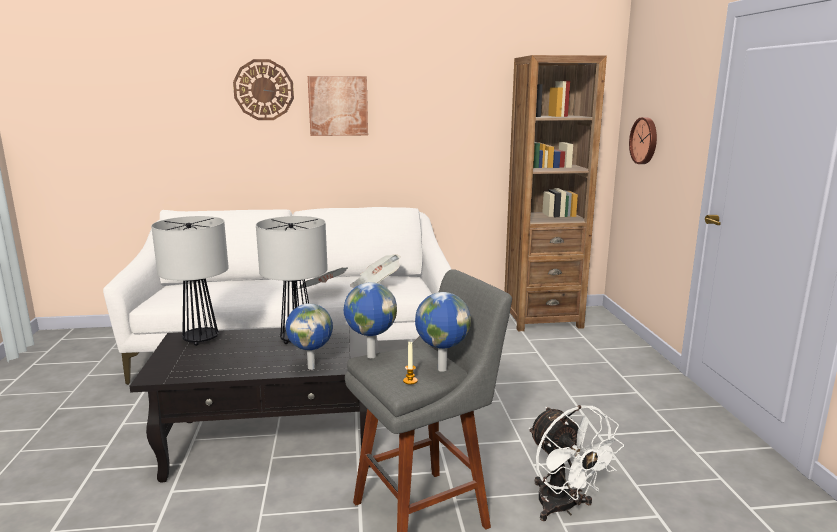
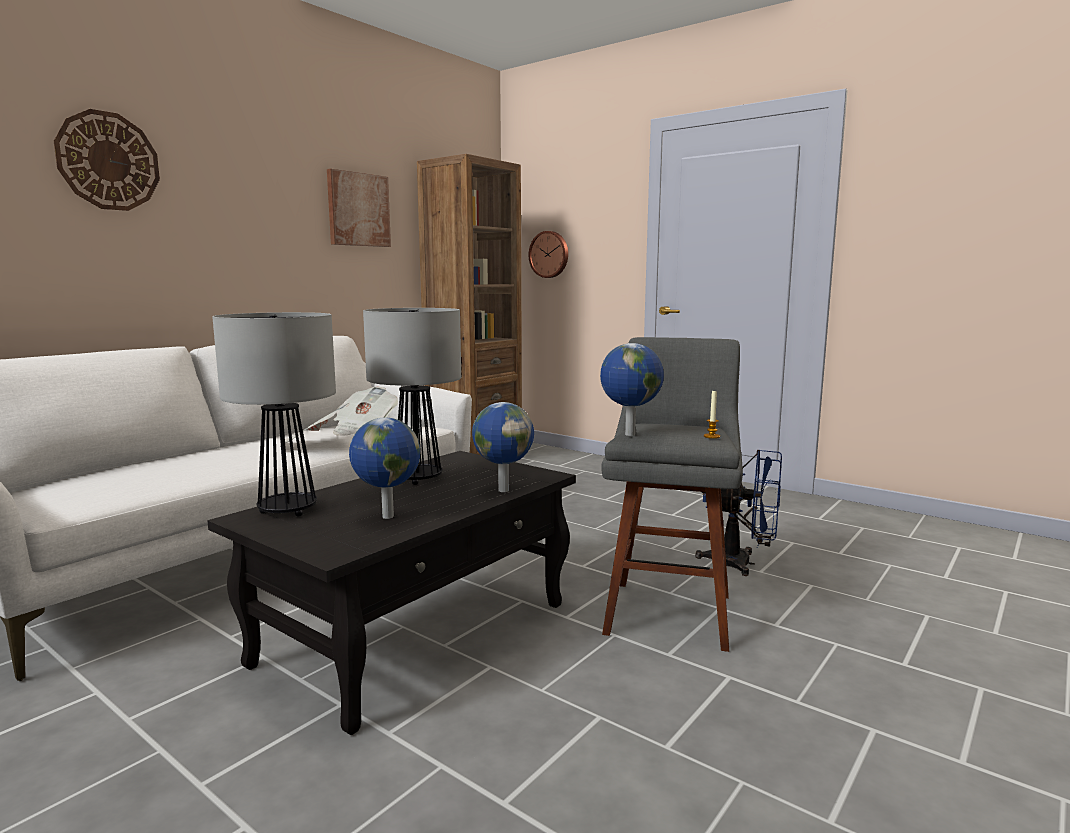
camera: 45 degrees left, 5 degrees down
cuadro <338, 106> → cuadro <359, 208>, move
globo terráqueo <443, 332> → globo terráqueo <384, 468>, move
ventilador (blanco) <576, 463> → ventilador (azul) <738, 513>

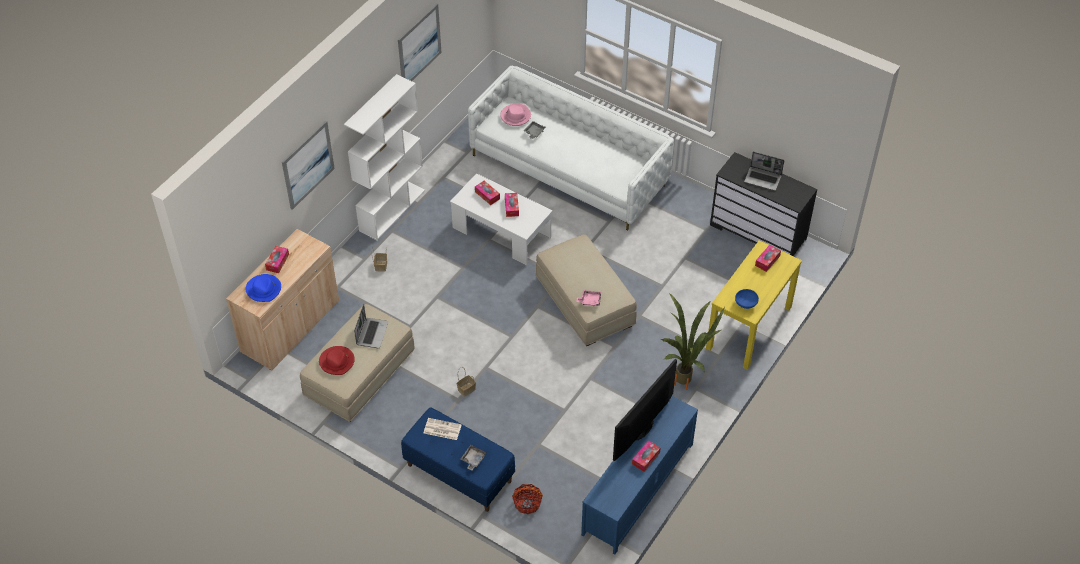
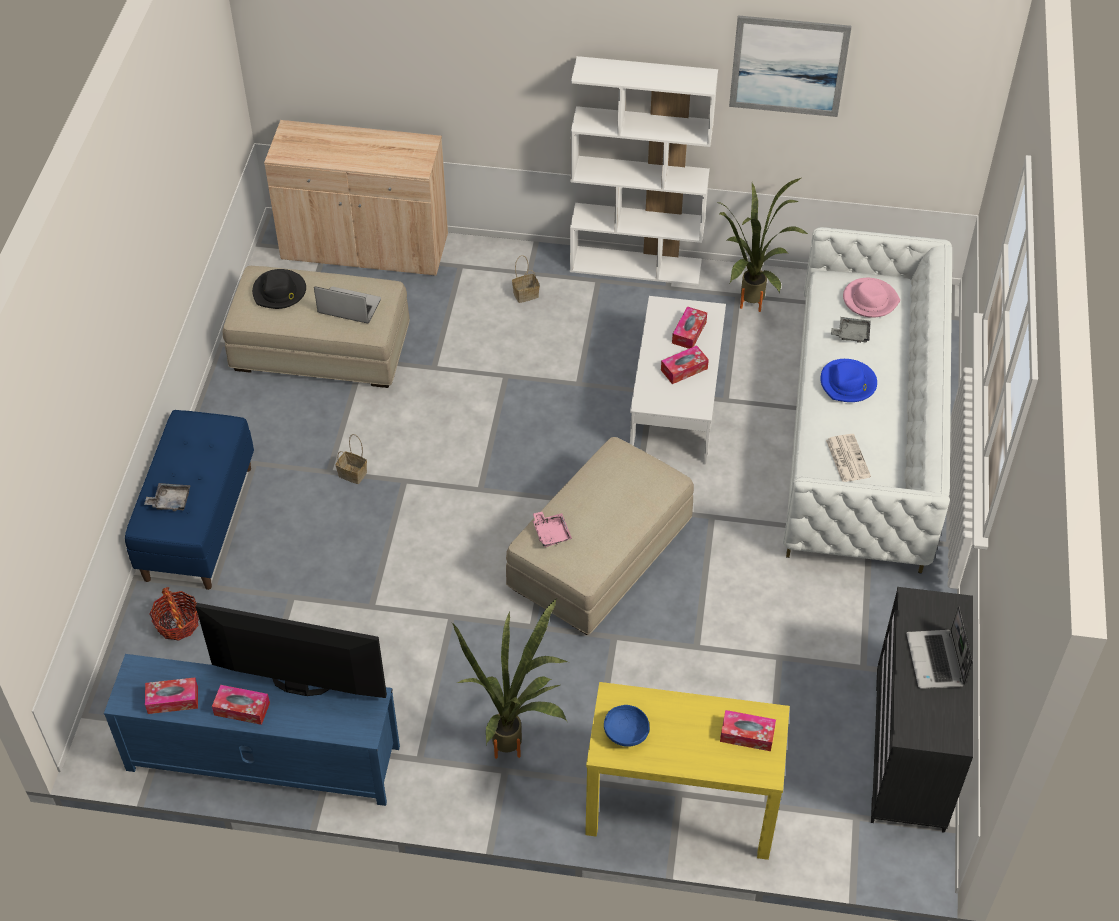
camera: 65 degrees right, 0 degrees up
cuadro <308, 165> → -
caja de pañuelos <277, 259> → caja de pañuelos <171, 695>, move
sombrero (azul) <263, 288> → sombrero (azul) <848, 380>, move
portátil <371, 326> → portátil <347, 304>, 150 degrees counterclockwise
sombrero (rojo) <337, 360> → sombrero (negro) <279, 289>
periódico <443, 429> → periódico <848, 458>, move
- → planta en maceta <762, 245>

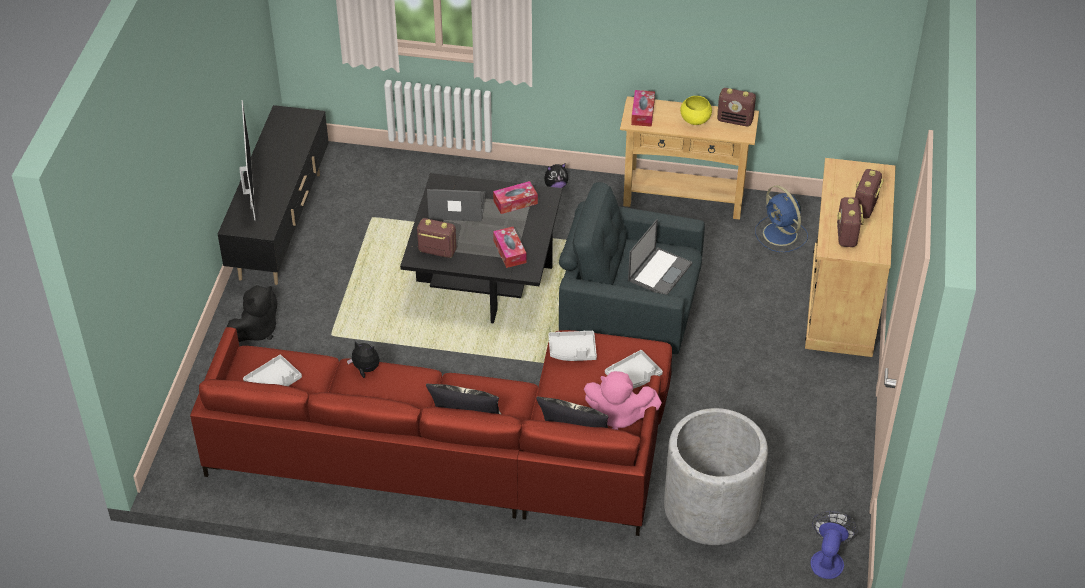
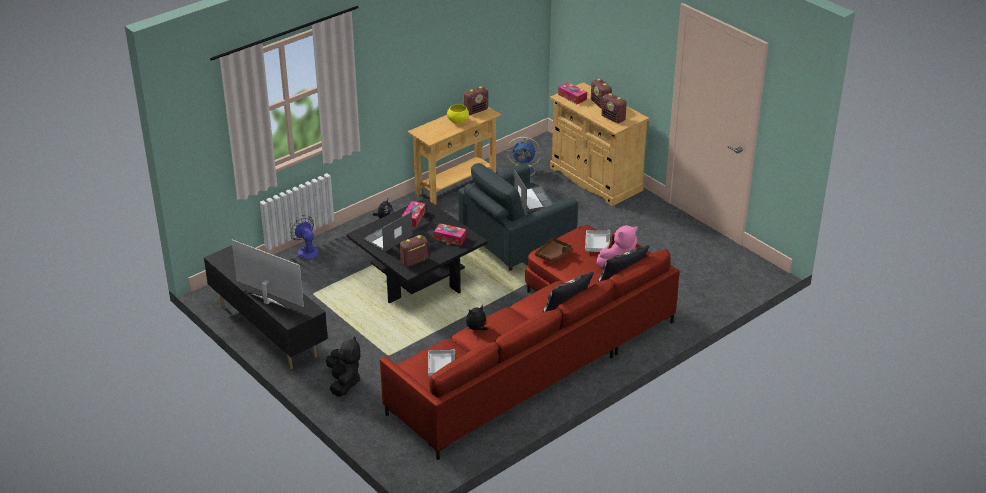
camera: 50 degrees left, 10 degrees down
caja de pañuelos <643, 108> → caja de pañuelos <572, 93>, move
bandeja (gris) <572, 345> → bandeja (marrón) <554, 250>
maceta (gris) <716, 476> → -
ventilador <834, 544> → ventilador <304, 237>, move

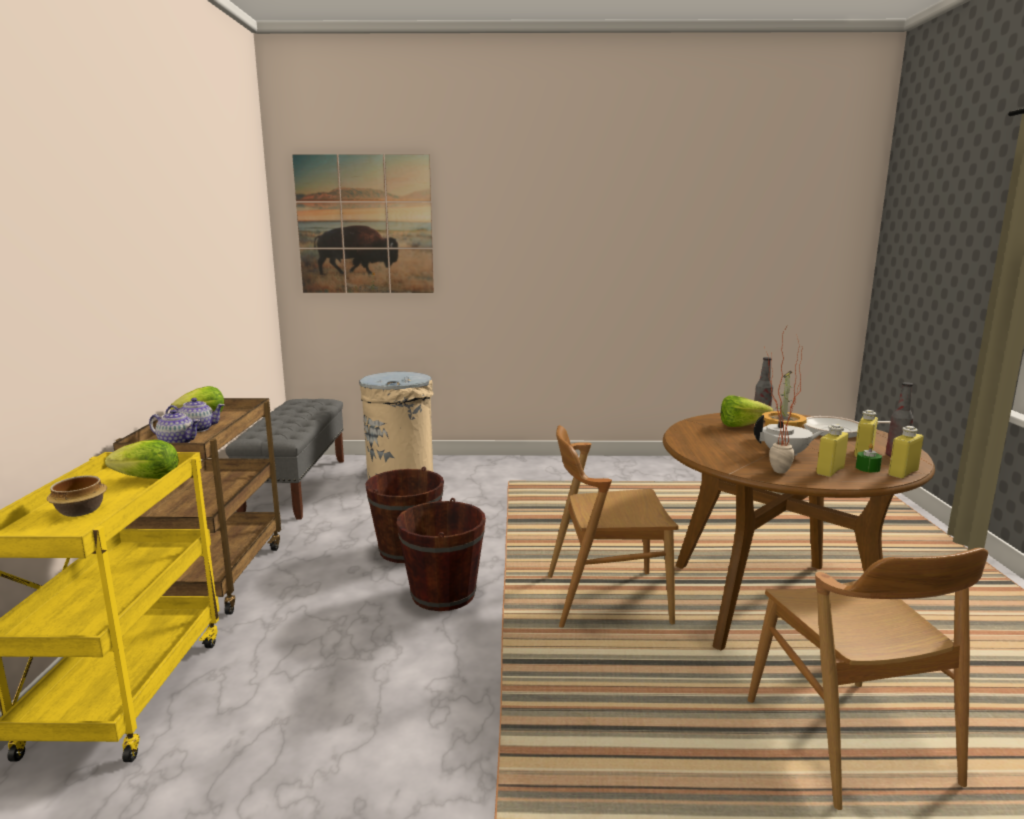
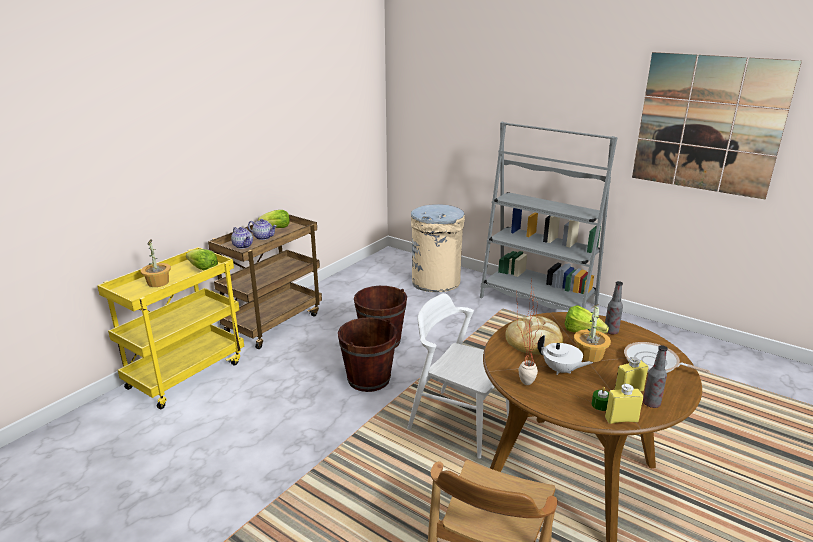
camera: 35 degrees right, 10 degrees up
cuadro <363, 223> → cuadro <717, 125>, move
banco (gris) <284, 459> → -
botella (amarillo) <832, 450> → -
silla (marrón) <613, 526> → silla (blanco) <458, 375>
cuenco <77, 496> → planta en maceta <156, 263>
- → estantería (gris) <548, 216>
- → pan <534, 335>

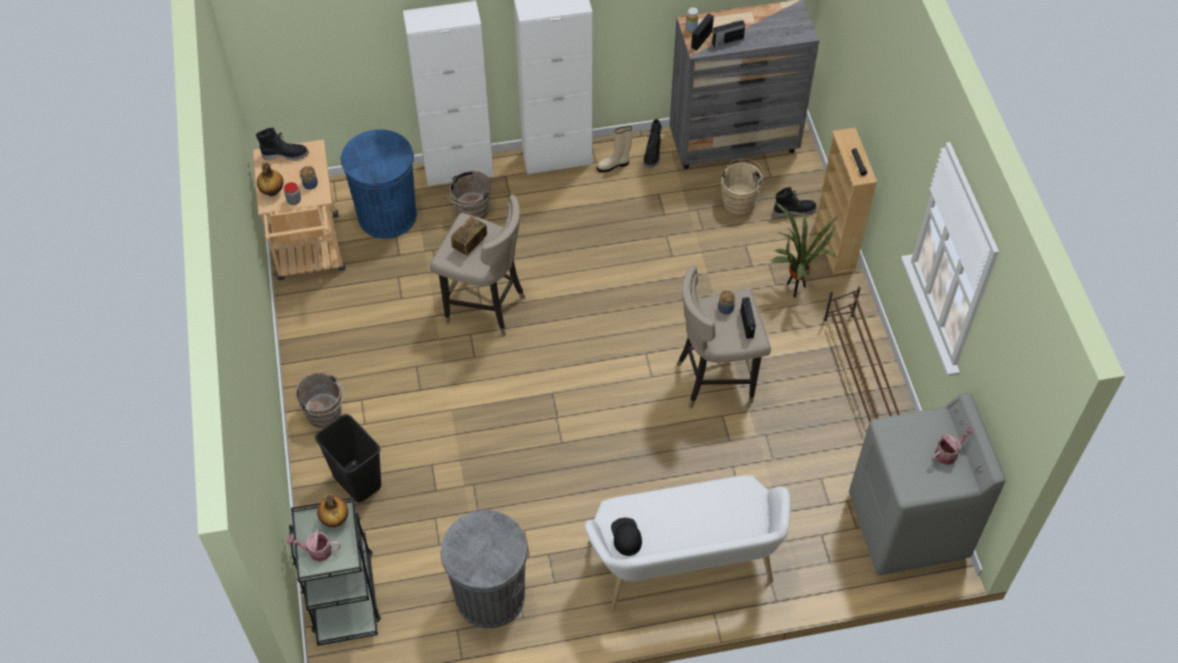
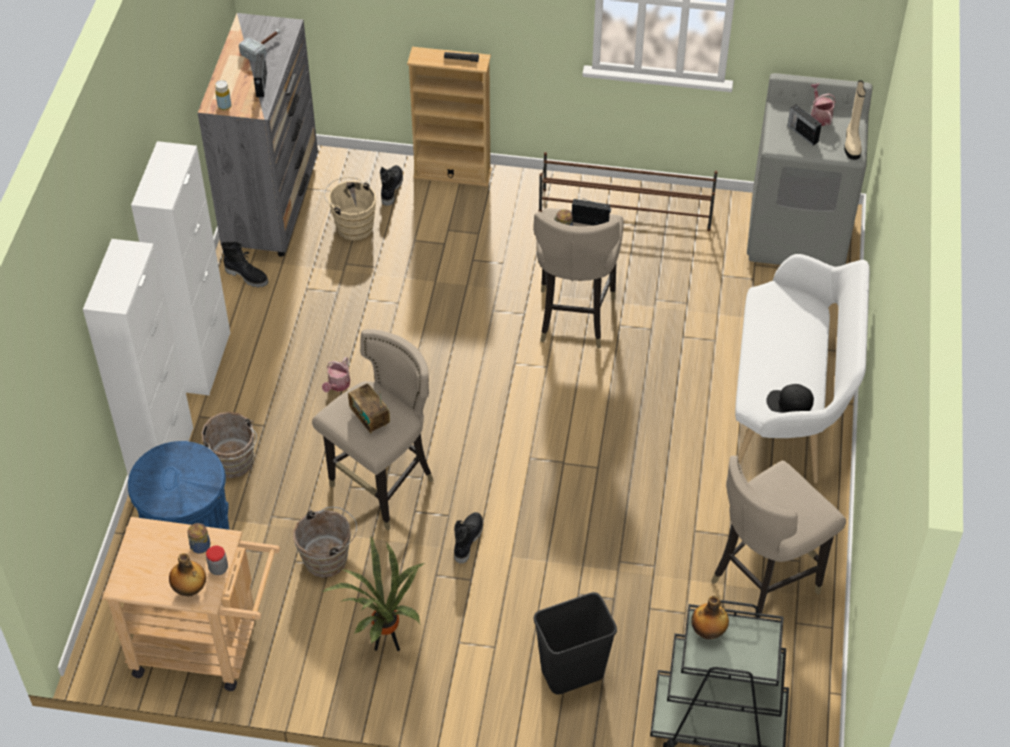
camera: 70 degrees left, 5 degrees down
radio <702, 32> → radio <804, 125>, move
bota (beis) <614, 149> → bota (beis) <855, 120>, move
bota (negro) <282, 144> → bota (negro) <468, 538>, move
planta en maceta <803, 250> → planta en maceta <373, 594>, move
cubo (marrón) <320, 400> → cubo (marrón) <325, 542>, move
papelera (gris) <484, 569> → taburete (beis) <778, 537>
regadera <314, 545> → regadera <336, 374>, move
- → martillo <259, 46>

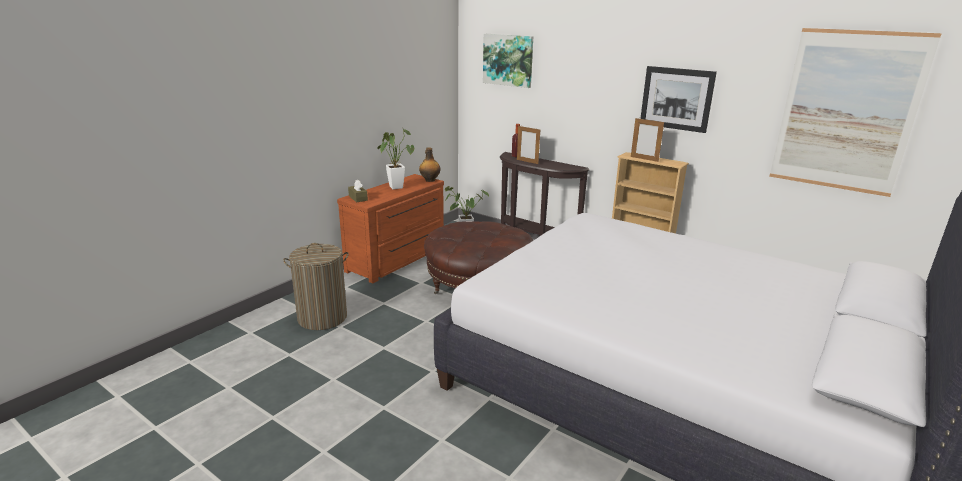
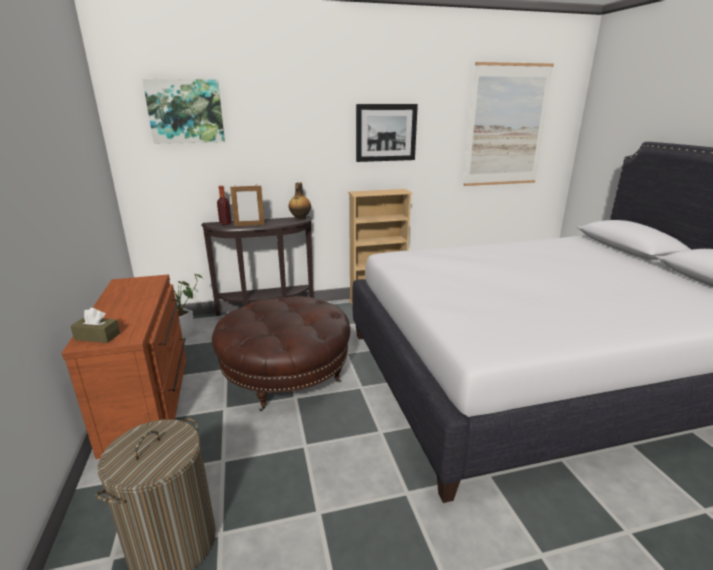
camera: 50 degrees left, 0 degrees up
portarretratos <647, 139> → -
planta en maceta <395, 159> → -
botella <429, 164> → botella <300, 201>, move

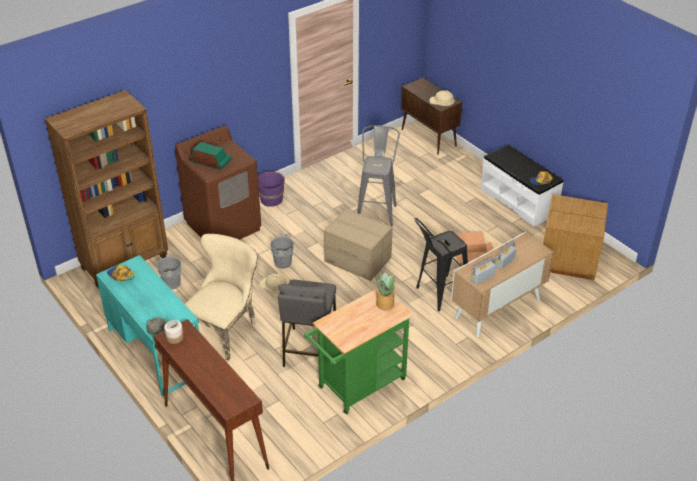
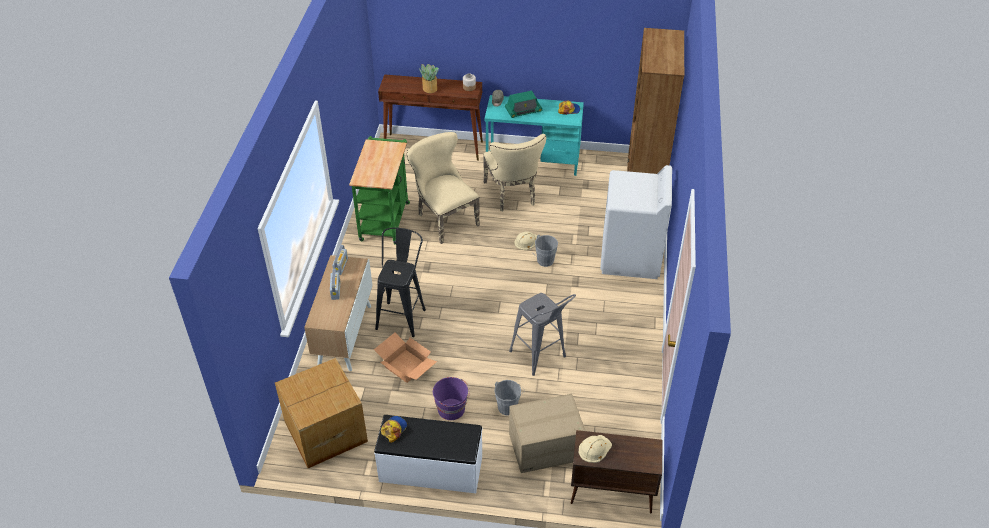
camera: 135 degrees right, 5 degrees up
lavadora (marrón) <218, 183> → lavadora (blanco) <636, 222>
radio <210, 156> → radio <523, 104>, move
cubo (morado) <271, 189> → cubo (morado) <451, 398>, move
caja de cartón <358, 245> → caja de cartón <547, 433>, move
cubo (gris) <167, 271> → cubo (gris) <509, 398>, move
planta en maceta <385, 291> → planta en maceta <429, 78>, move
taburete (gris) <307, 323> → silla (beis) <443, 188>

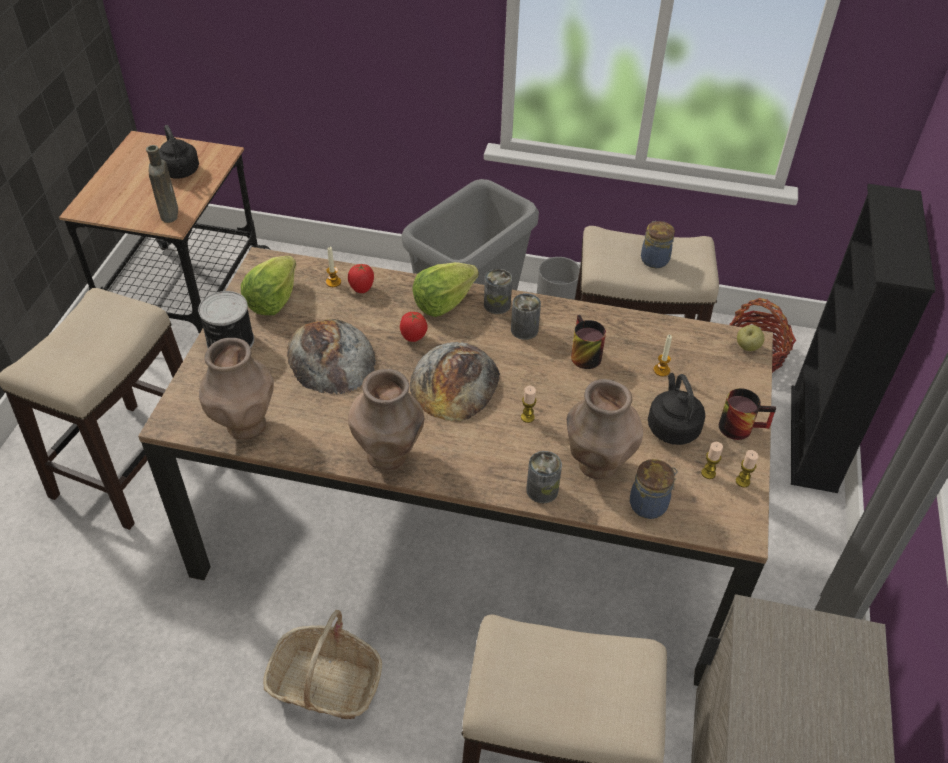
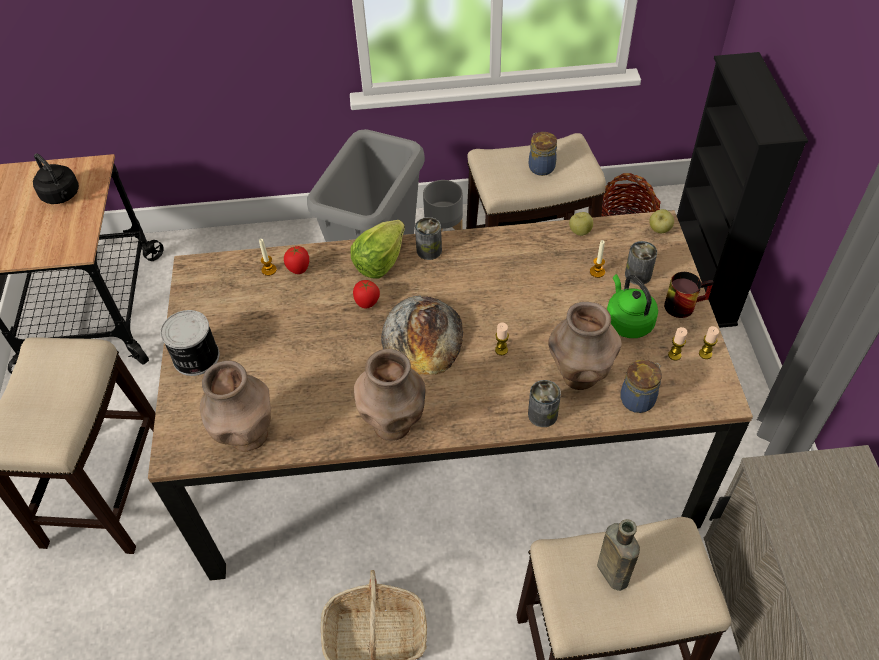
camera: 15 degrees left, 5 degrees up
botella (marrón) <162, 184> → botella (marrón) <618, 555>, move
lechuga <268, 285> → -
lata <526, 316> → lata <641, 263>, move
taza grande <588, 342> → -
pan <331, 356> → -
hervidor (negro) <676, 409> → hervidor (verde) <632, 306>
- → manzana <581, 224>

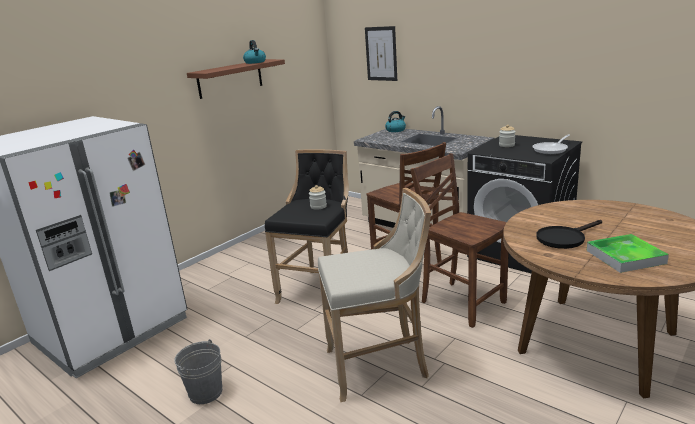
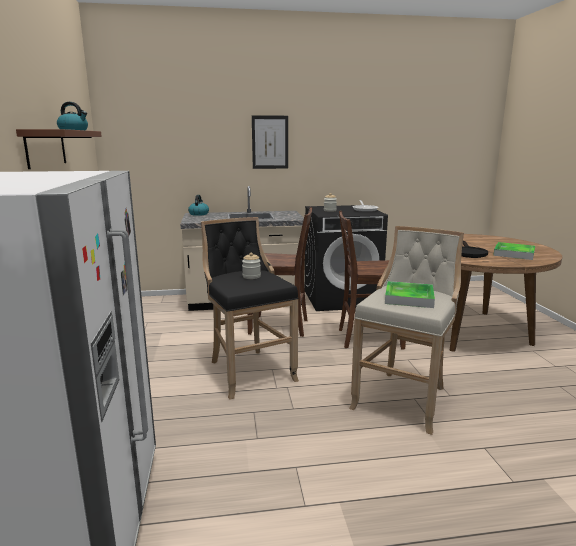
camera: 50 degrees left, 5 degrees down
cuadro <381, 53> → cuadro <270, 142>, move
cubo (gris) <198, 371> → -
- → bandeja <410, 294>

